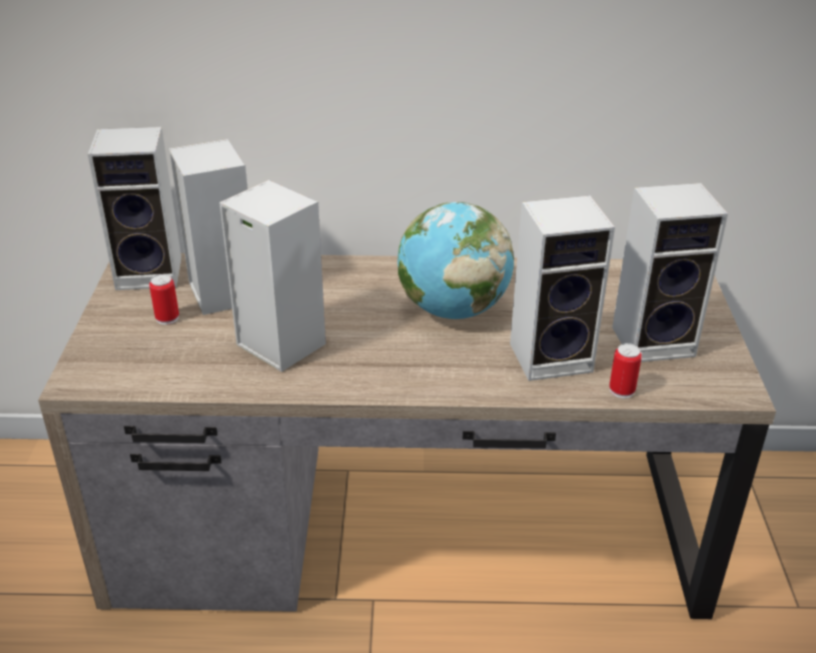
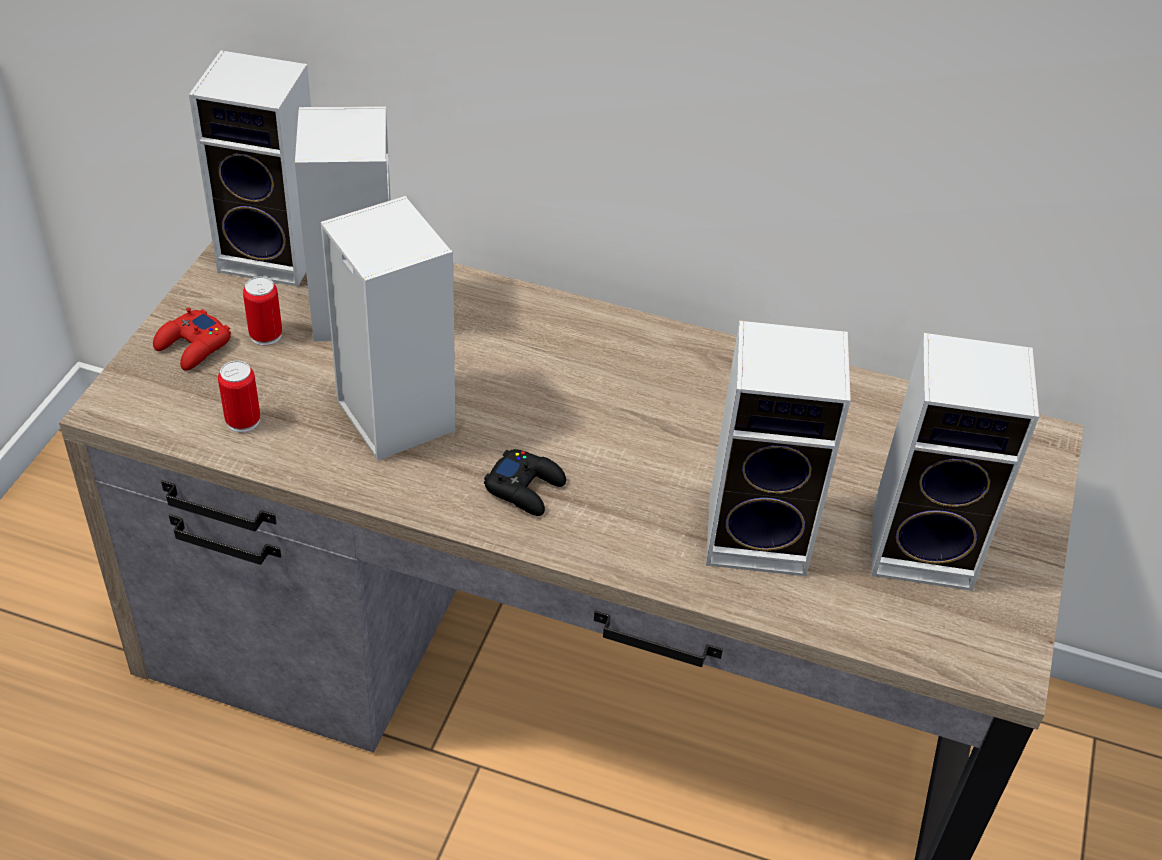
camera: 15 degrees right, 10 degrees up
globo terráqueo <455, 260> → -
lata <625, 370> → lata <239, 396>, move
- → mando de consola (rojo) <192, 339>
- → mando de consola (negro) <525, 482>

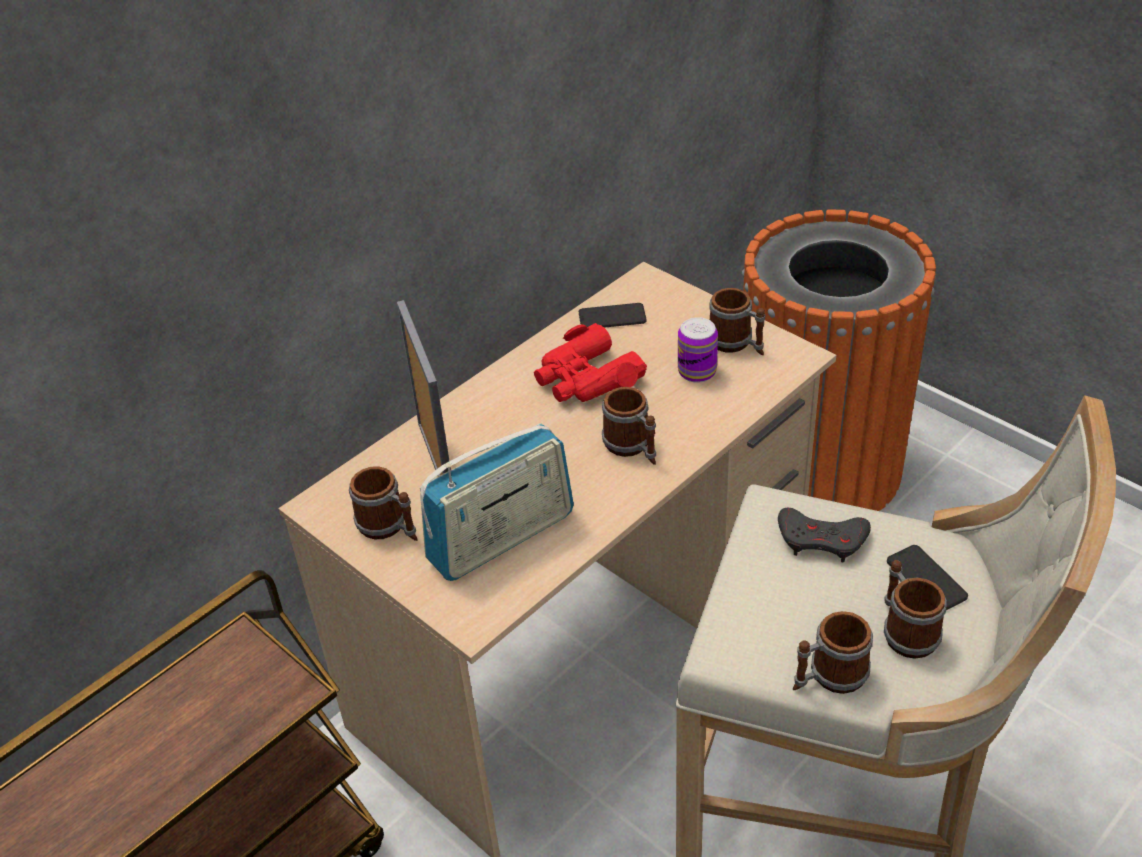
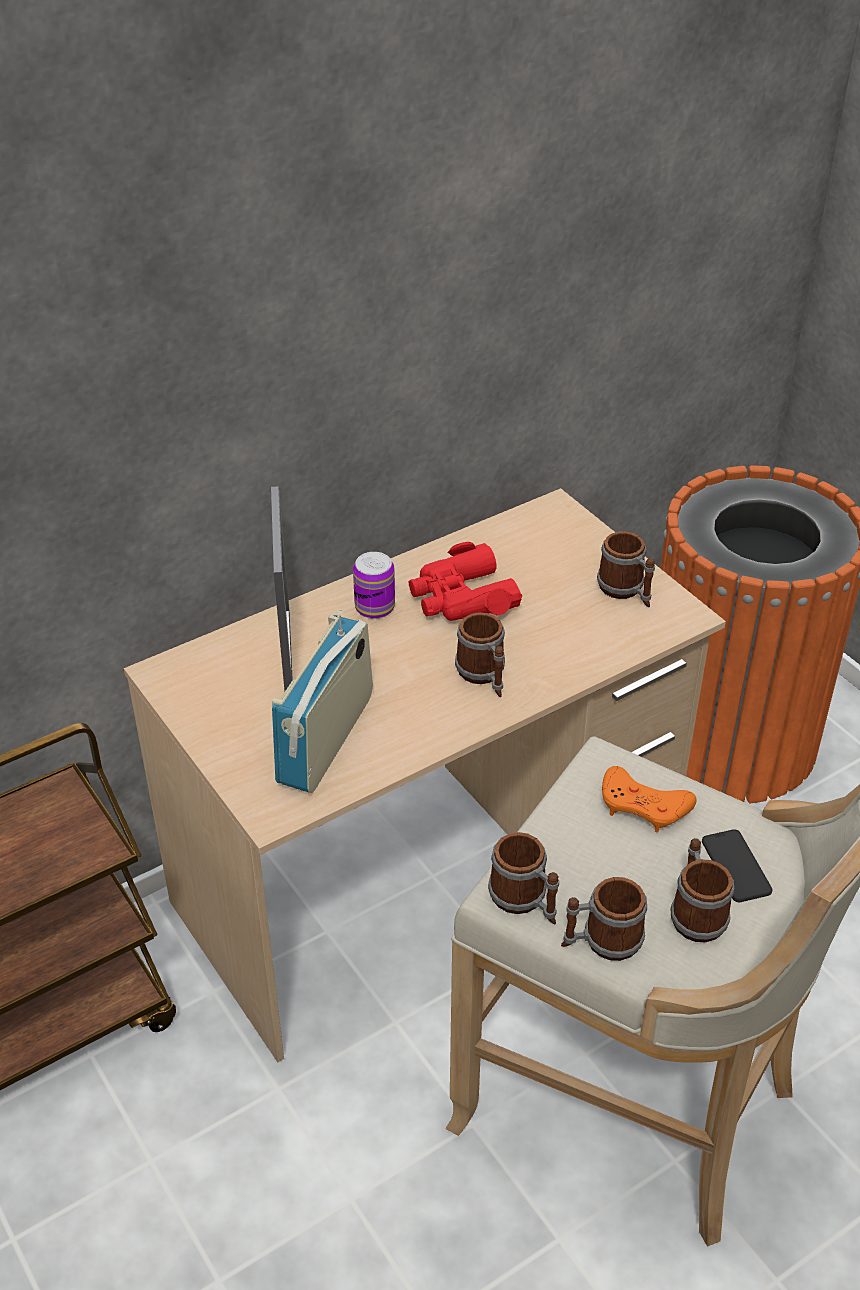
camera: 10 degrees right, 0 degrees up
móvil <612, 315> → -
lata <698, 350> → lata <374, 585>, move
radio <497, 502> → radio <322, 702>, 135 degrees clockwise
taza grande <383, 503> → taza grande <523, 878>, move
mando de consola (gris) <824, 535> → mando de consola (naranja) <649, 799>

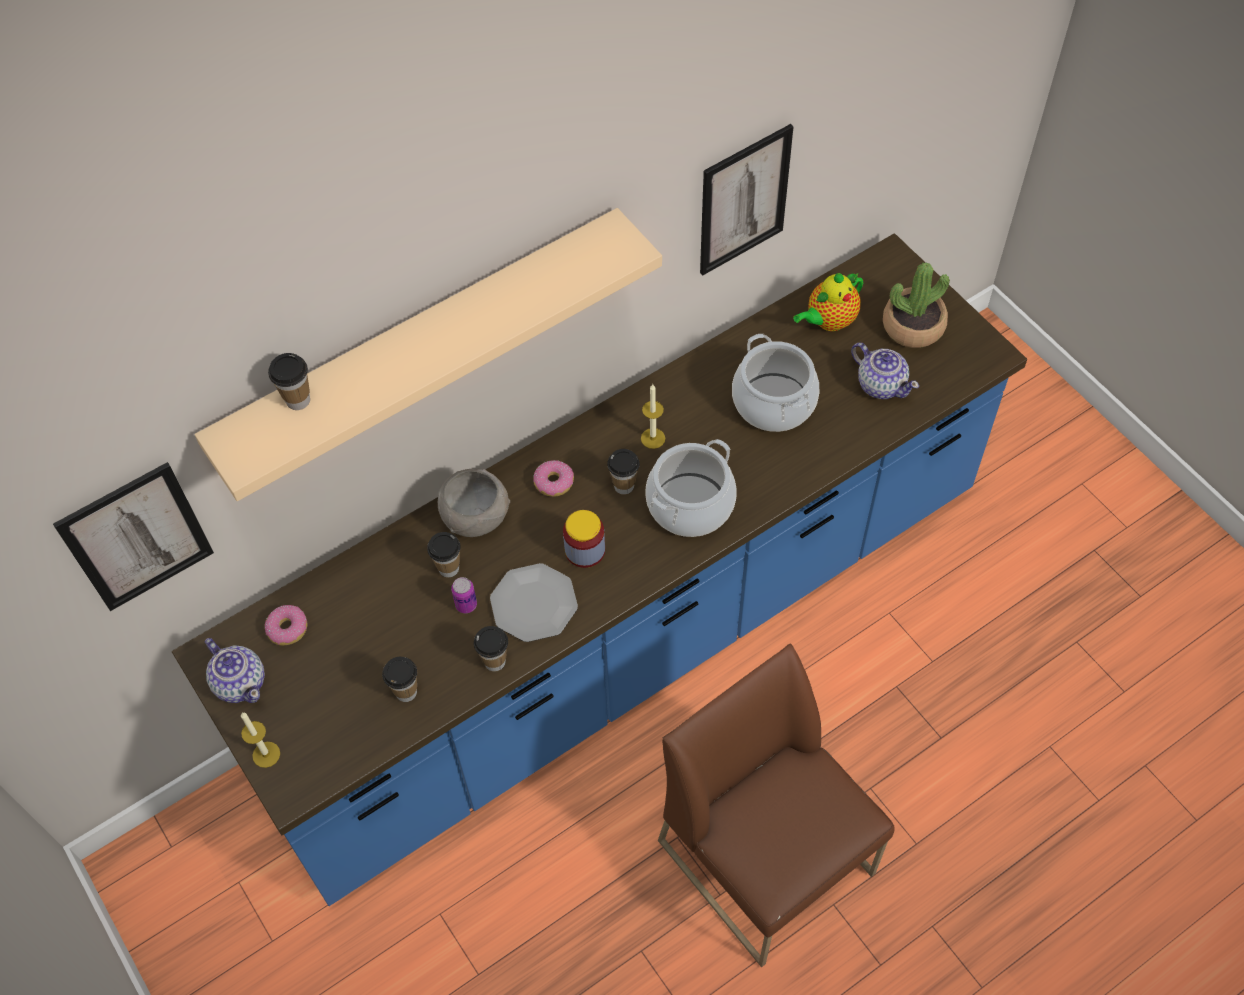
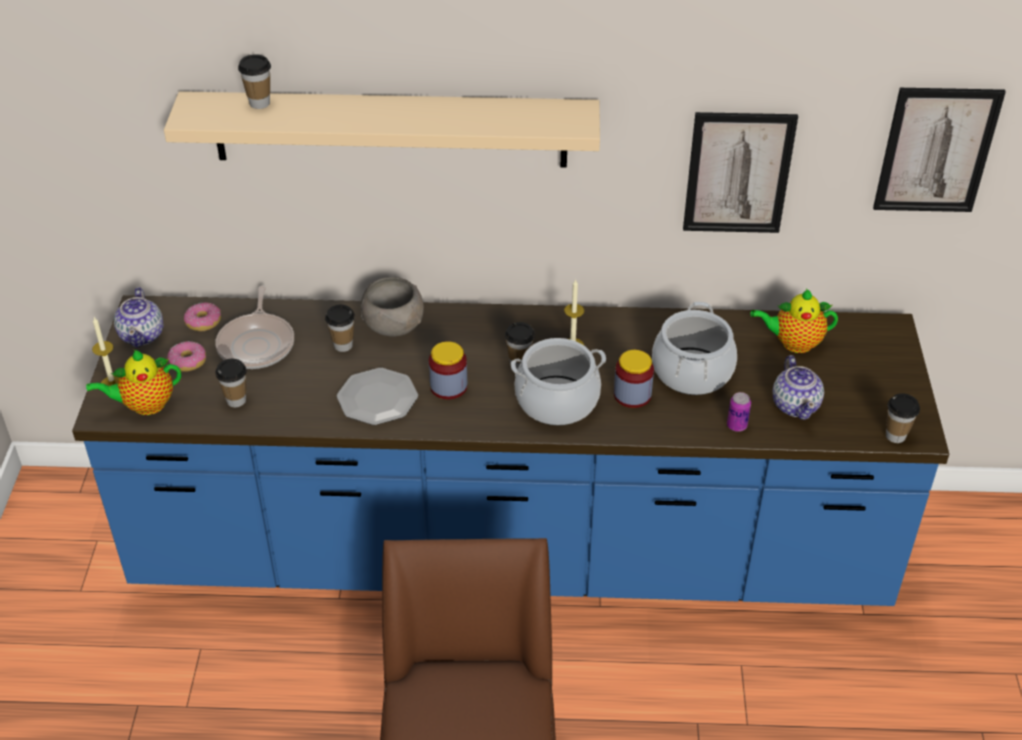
camera: 35 degrees right, 15 degrees down
planta en maceta <916, 305> → -
rosquilla <553, 478> → rosquilla <186, 356>, move
cuadro <133, 536> → cuadro <939, 150>, move
lata <464, 595> → lata <739, 412>, move
taza <491, 649> → taza <903, 418>, move
- → sartén <254, 327>
- → tetera <133, 382>
- → tarro <634, 379>

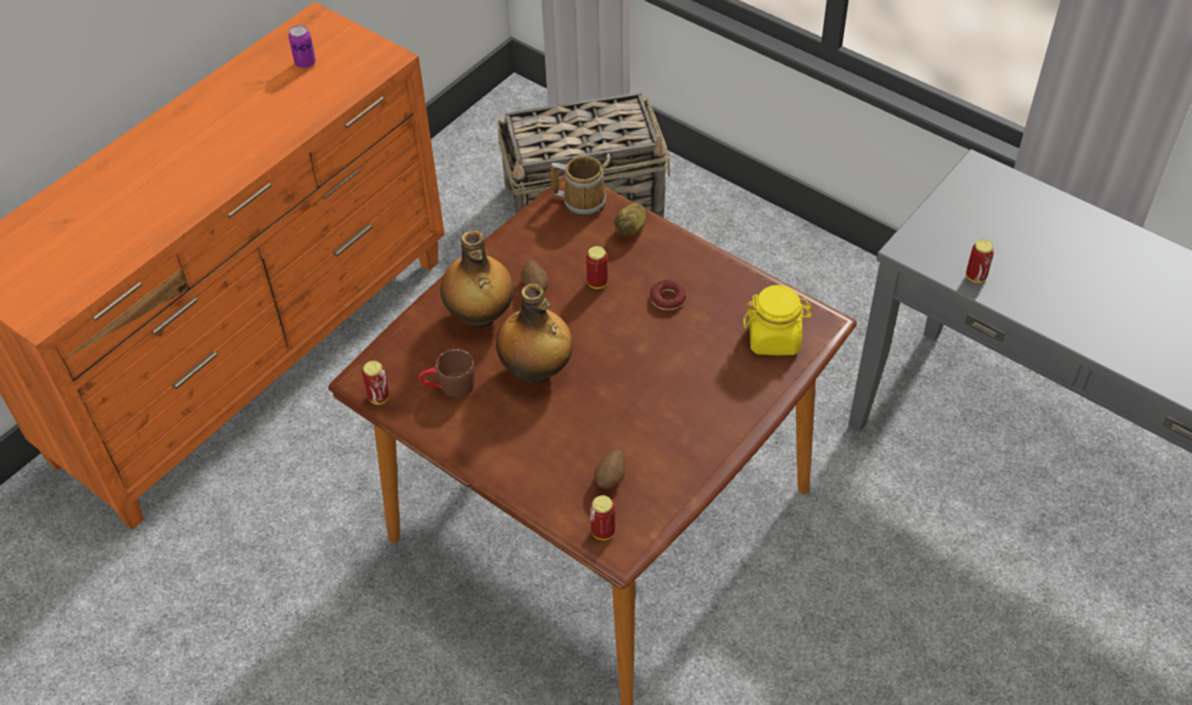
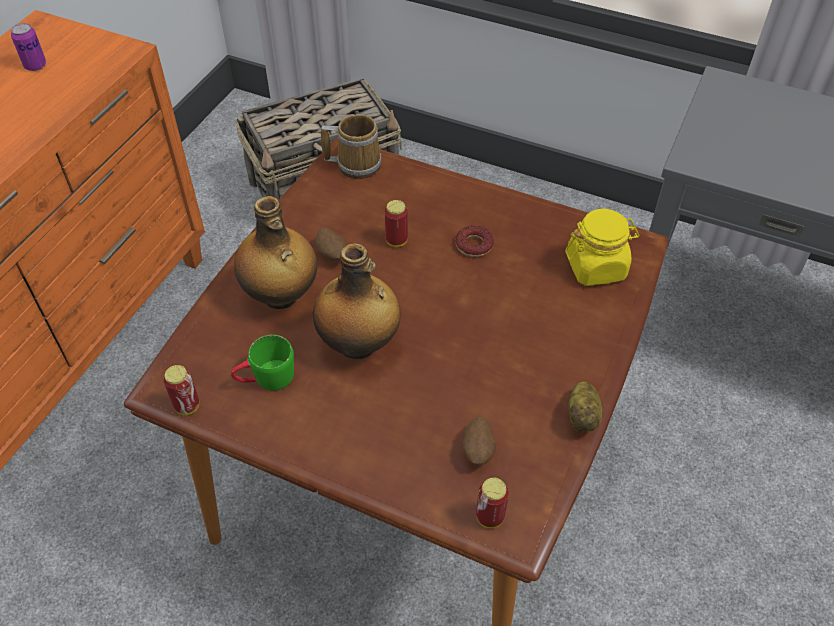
camera: 15 degrees left, 0 degrees up
patata <630, 219> → patata <585, 406>, move
lata <980, 261> → -
taza grande (marrón) <447, 373> → taza grande (verde) <262, 363>

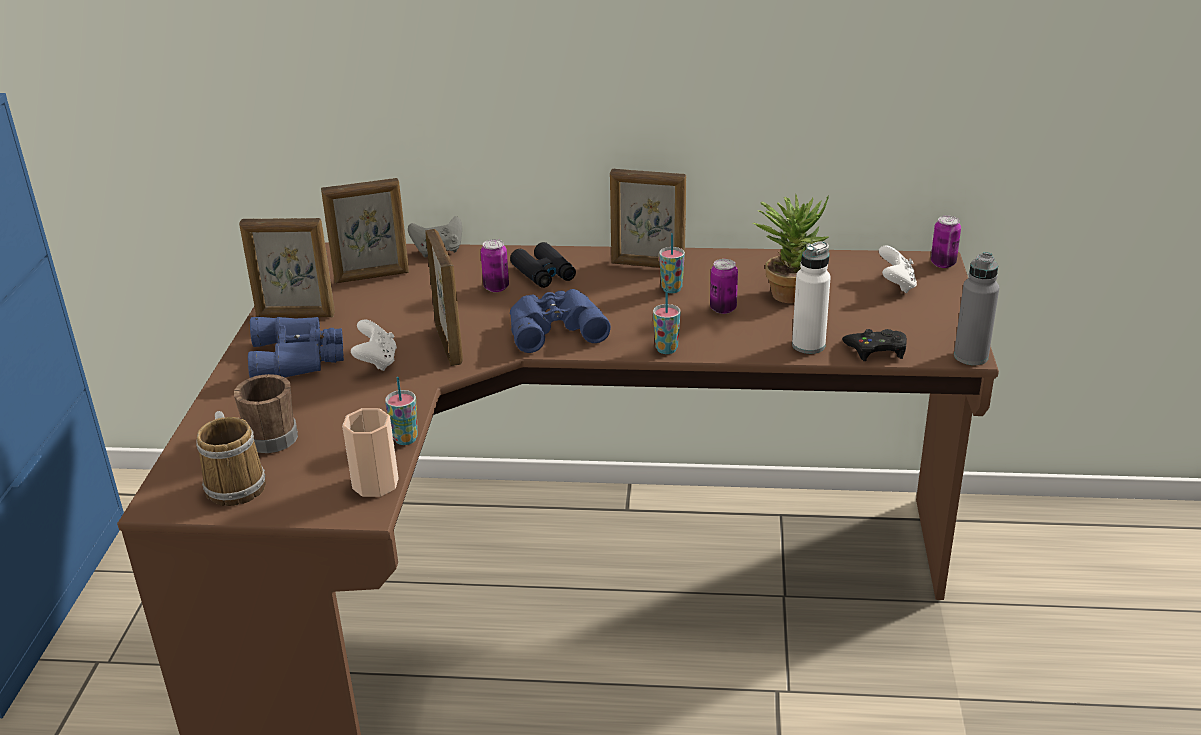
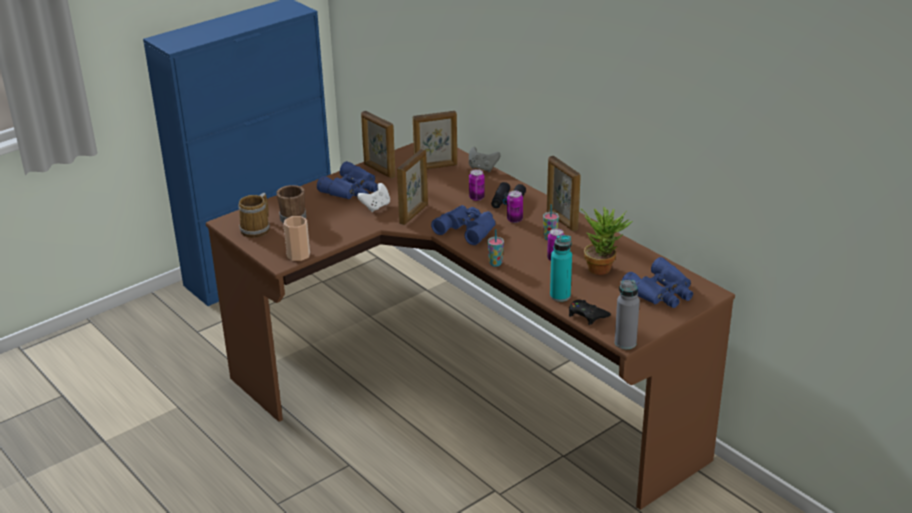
camera: 45 degrees right, 0 degrees up
portarretratos <365, 230> → portarretratos <435, 140>, 45 degrees counterclockwise
lata <946, 242> → lata <515, 207>, move
botella (blanco) <811, 297> → botella (turquesa) <561, 268>
mando de consola (blanco) <898, 269> → prismáticos (azul) <657, 282>
taza <401, 411> → -

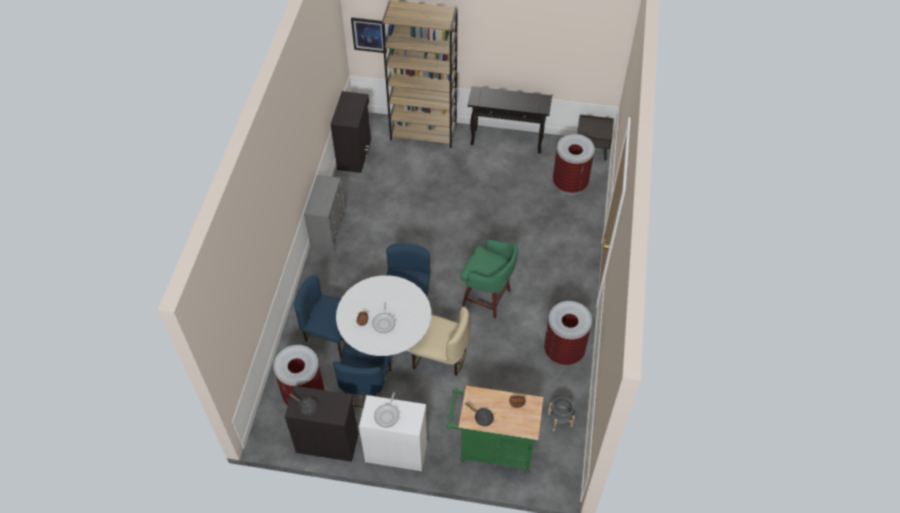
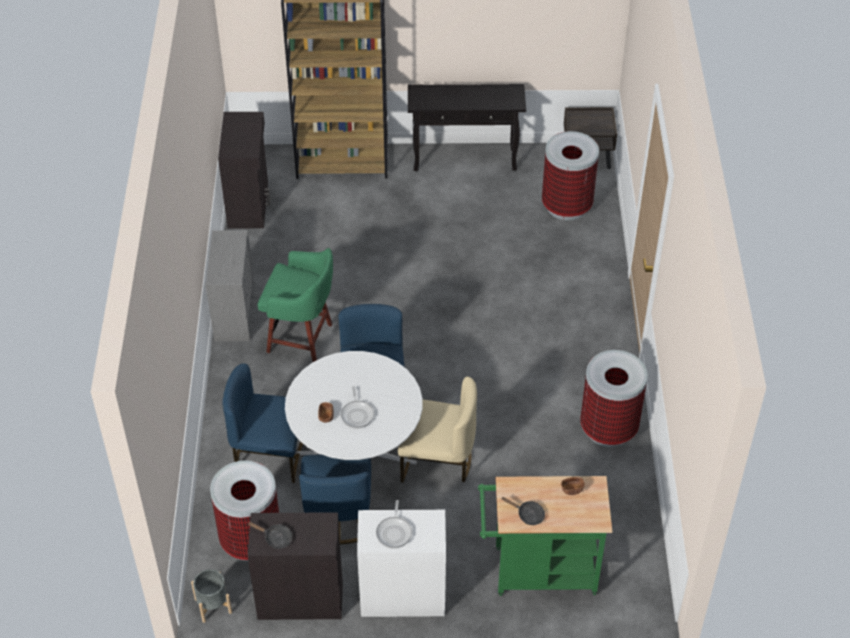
camera: 10 degrees left, 5 degrees down
cuadro <369, 35> → -
taburete (verde) <489, 279> → taburete (verde) <295, 305>, move
maceta (gris) <561, 414> → maceta (gris) <211, 596>, move

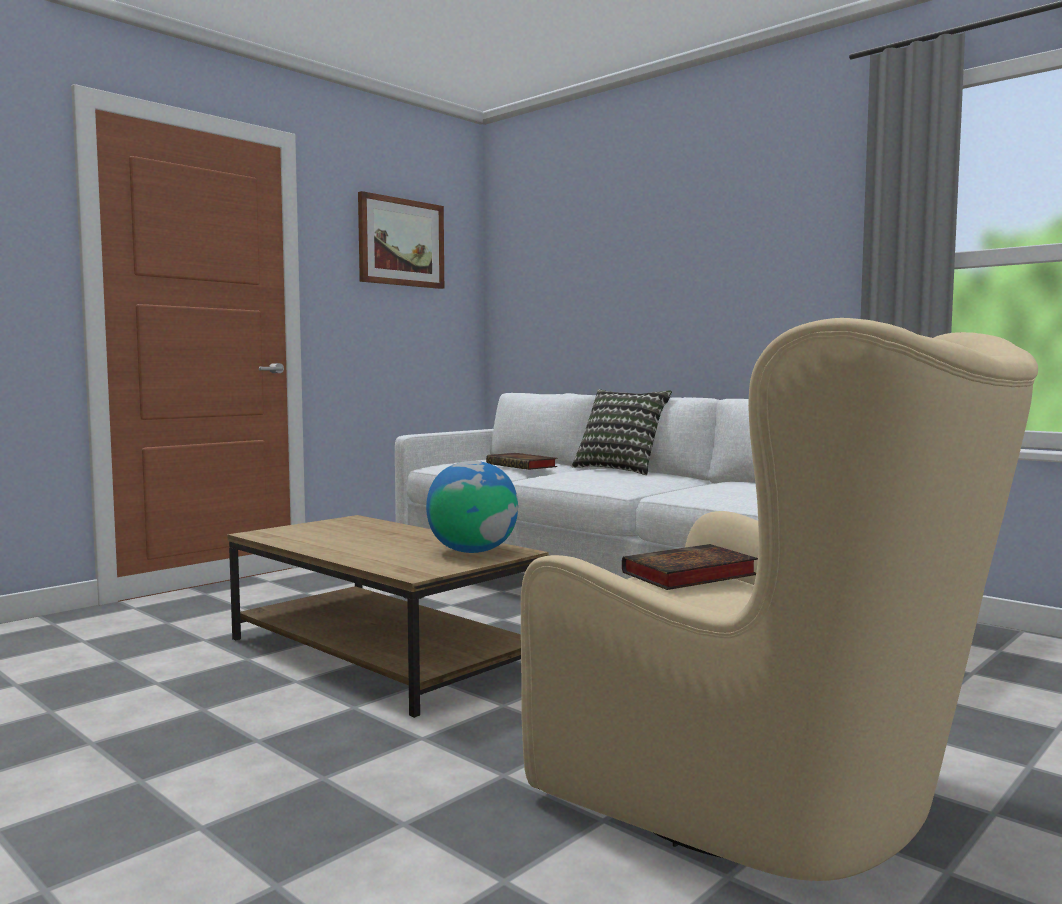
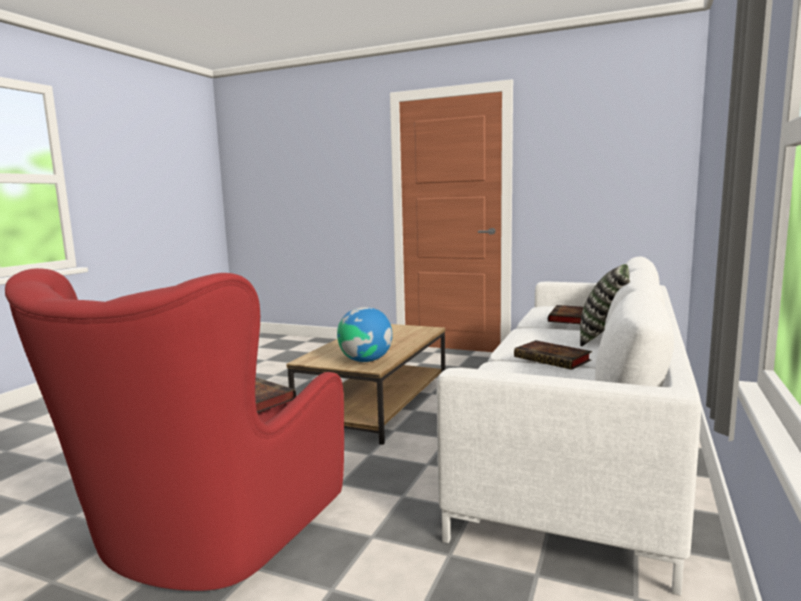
camera: 70 degrees right, 5 degrees up
cuadro <401, 240> → -
sillón (beis) <779, 599> → sillón (rojo) <174, 429>
- → libro <553, 355>

